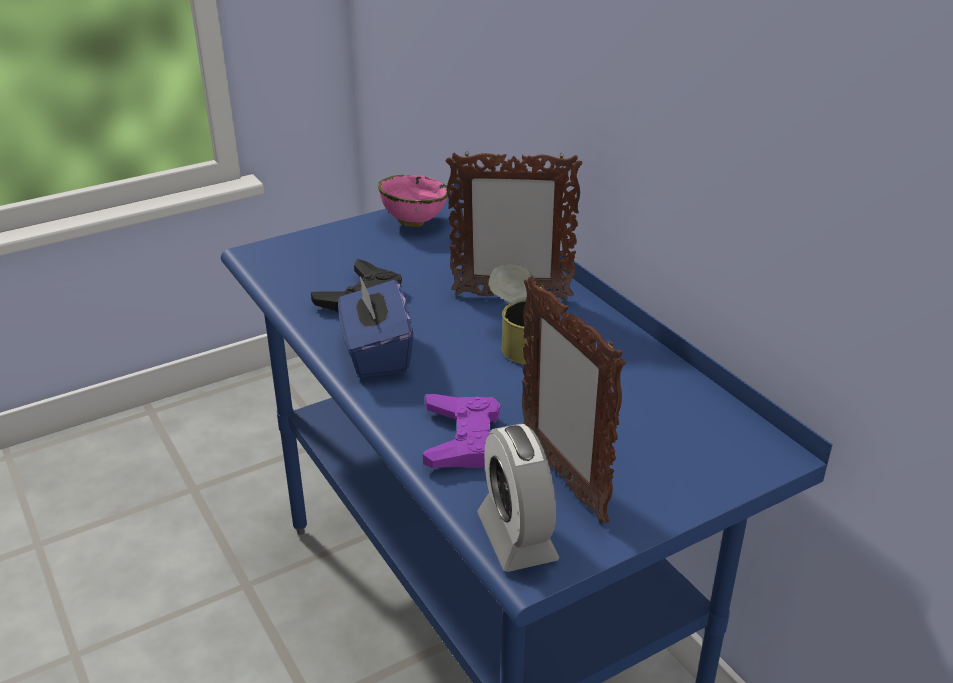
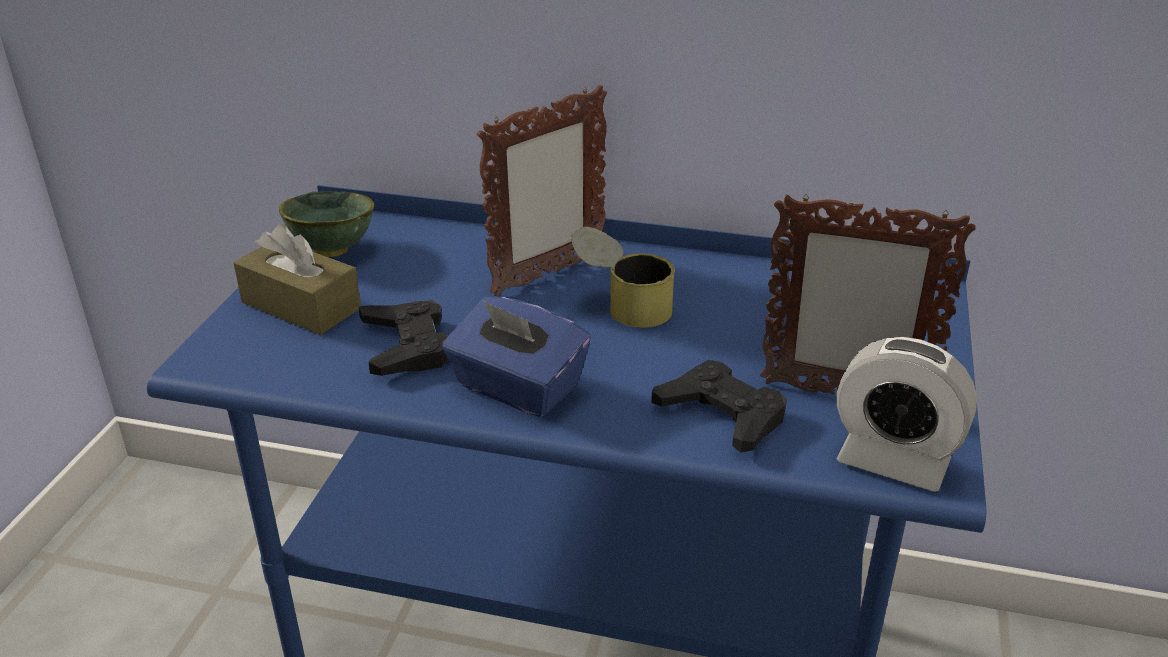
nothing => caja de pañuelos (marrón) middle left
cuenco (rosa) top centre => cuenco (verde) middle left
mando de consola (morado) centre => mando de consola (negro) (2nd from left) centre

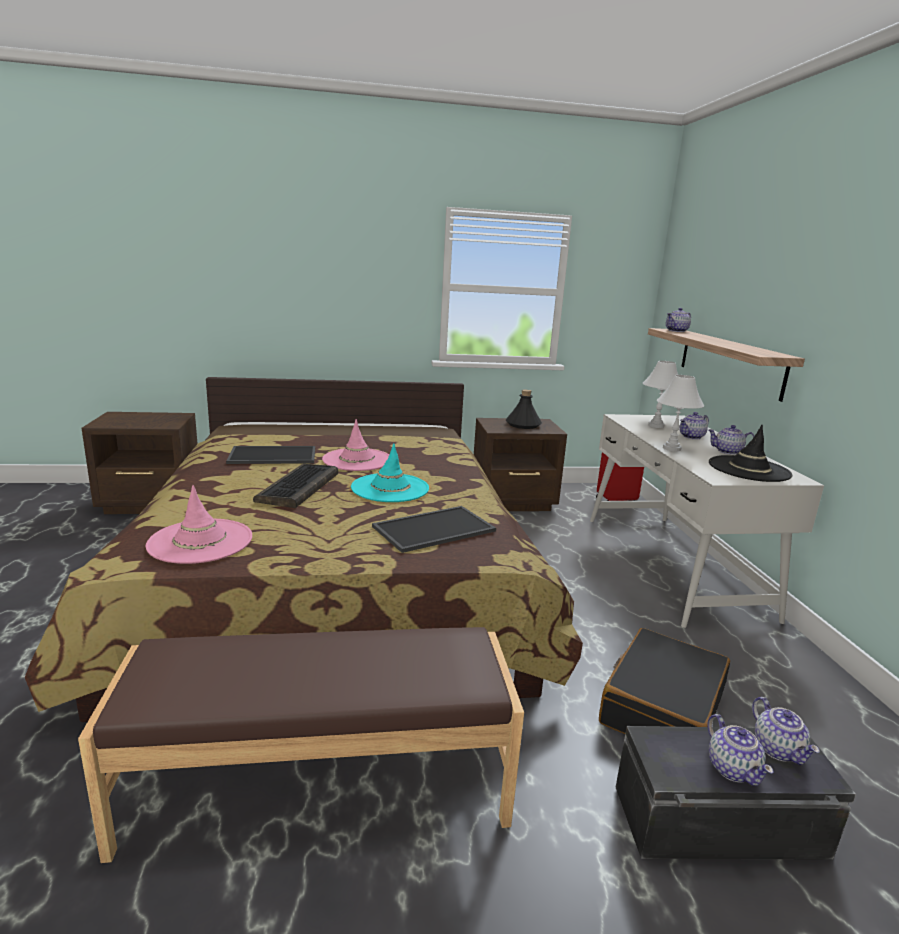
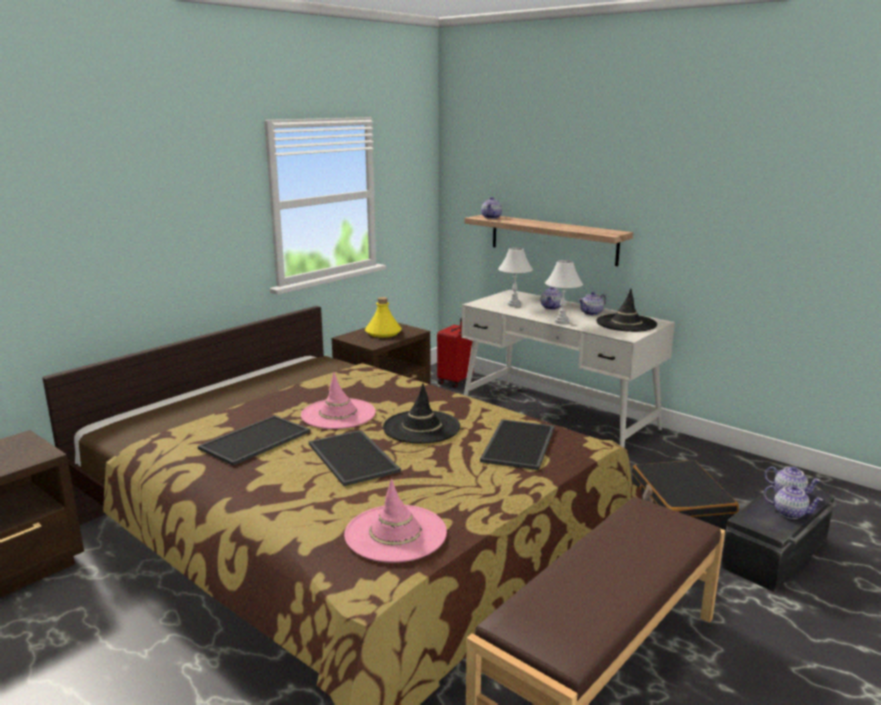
teclado middle left => bandeja (2nd from left) centre
sombrero (turquesa) centre => sombrero (negro) (1st from left) centre
botella (negro) centre => botella (amarillo) centre

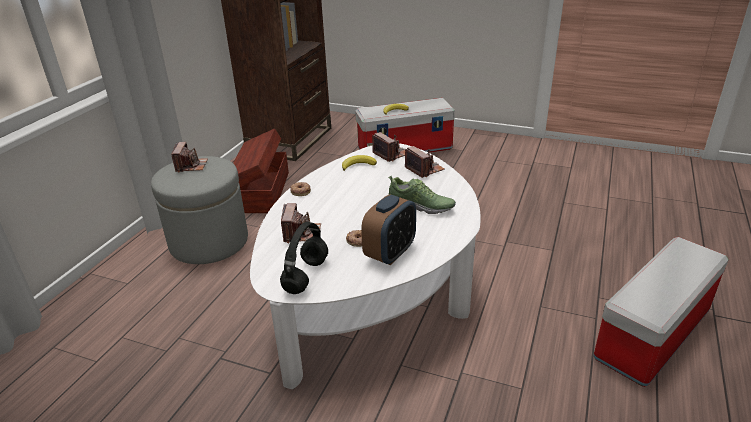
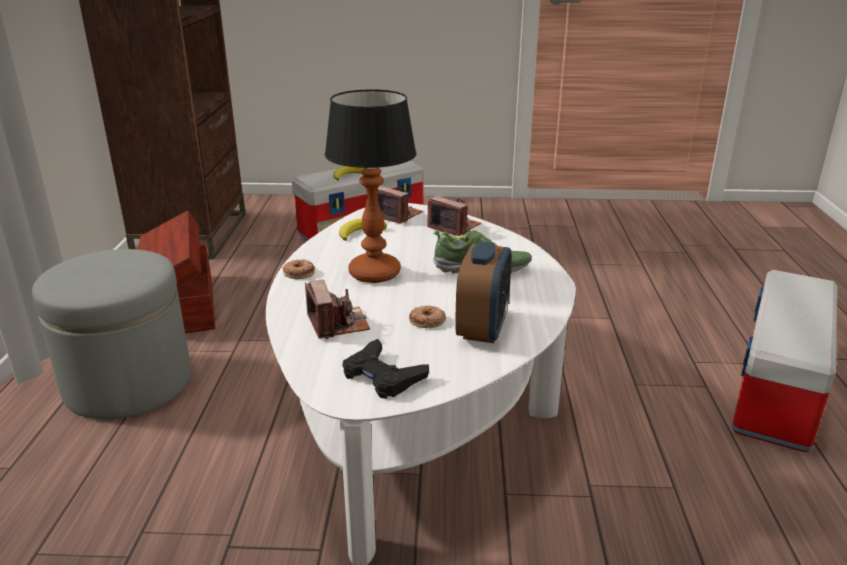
cámara (1st from left) middle left => nothing
nothing => lámpara de mesa top centre
auriculares (negro) centre => mando de consola (negro) centre

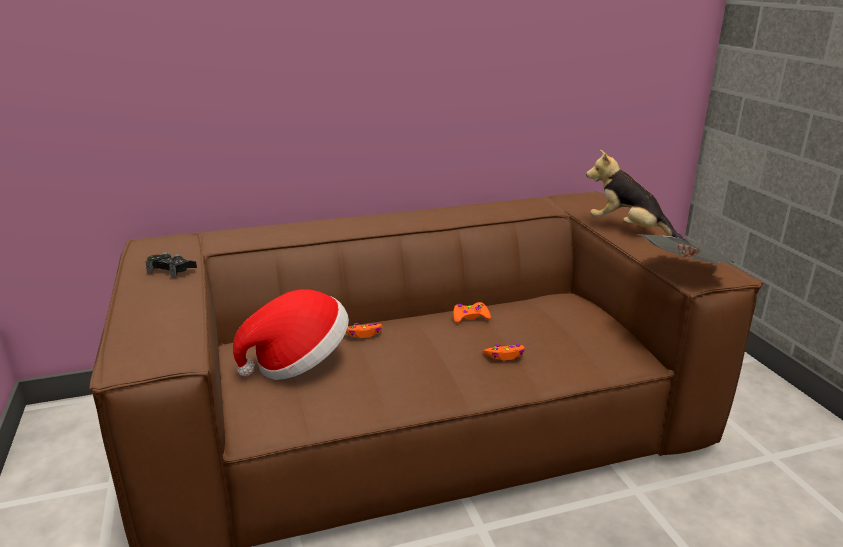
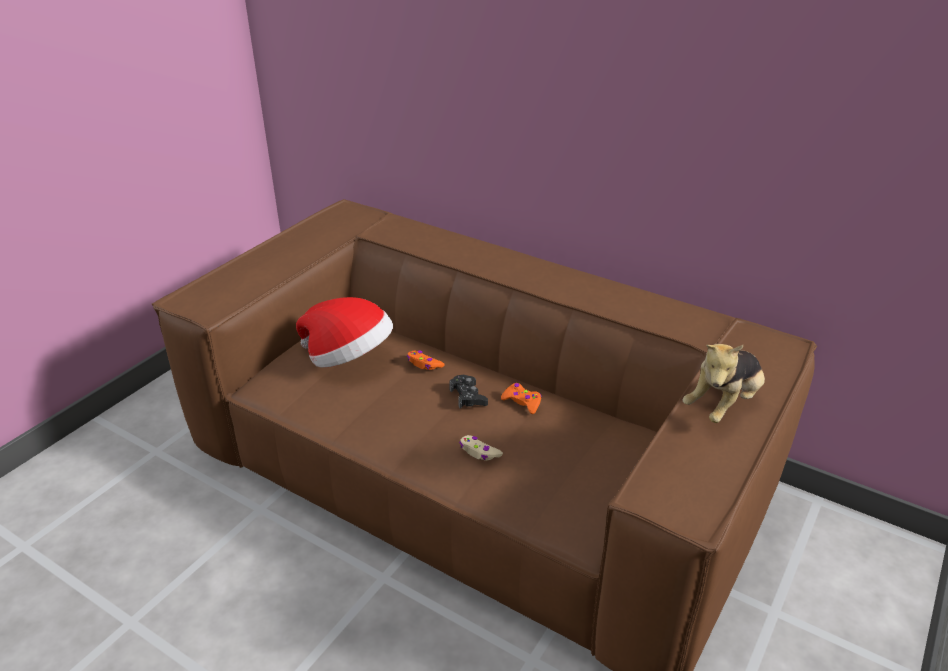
periódico middle right => nothing
mando de consola (negro) middle left => mando de consola (negro) centre, moved
mando de consola (naranja) (3rd from left) centre => mando de consola (beis) bottom centre
peluche middle right, 135 degrees counterclockwise

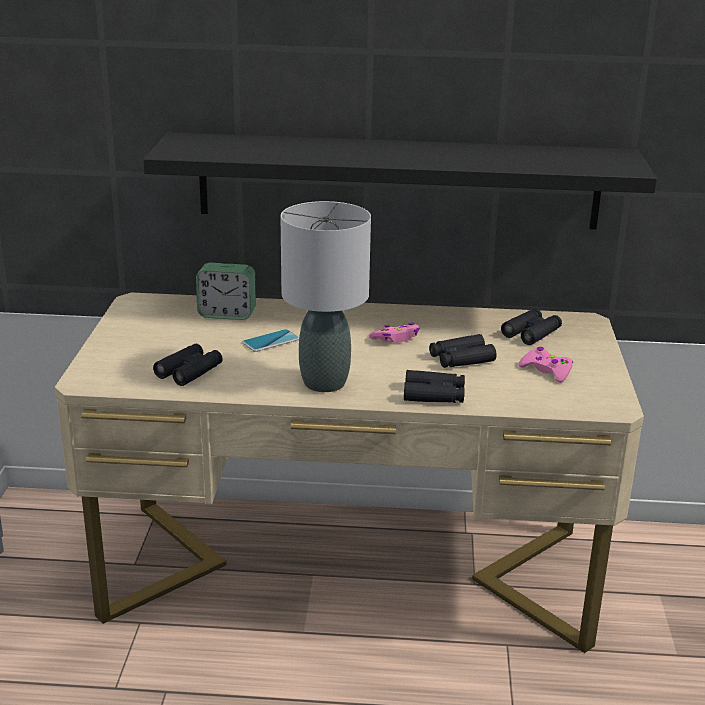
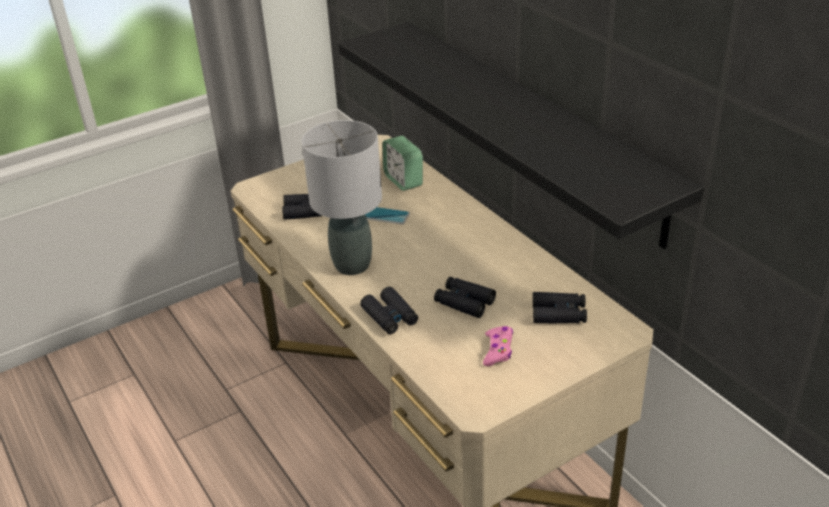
mando de consola (rosa) (1st from left) centre => nothing

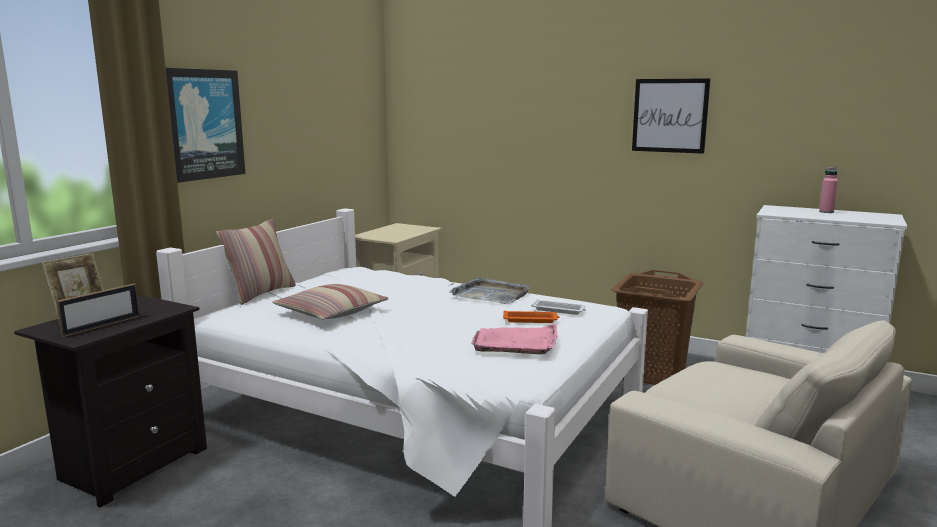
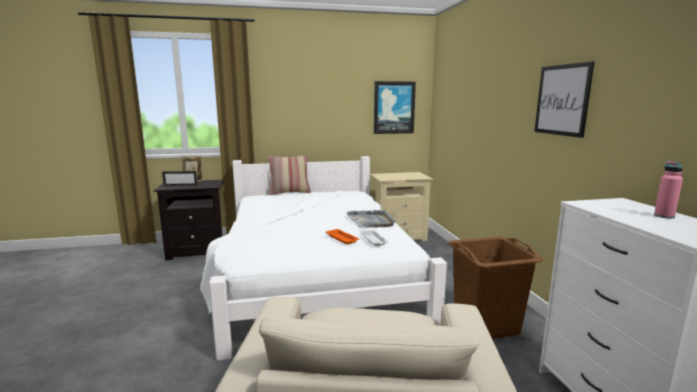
cojín (2nd from left) centre => nothing
bandeja (rosa) centre => nothing
cuadro (1st from left) top left => cuadro (1st from left) top centre, moved

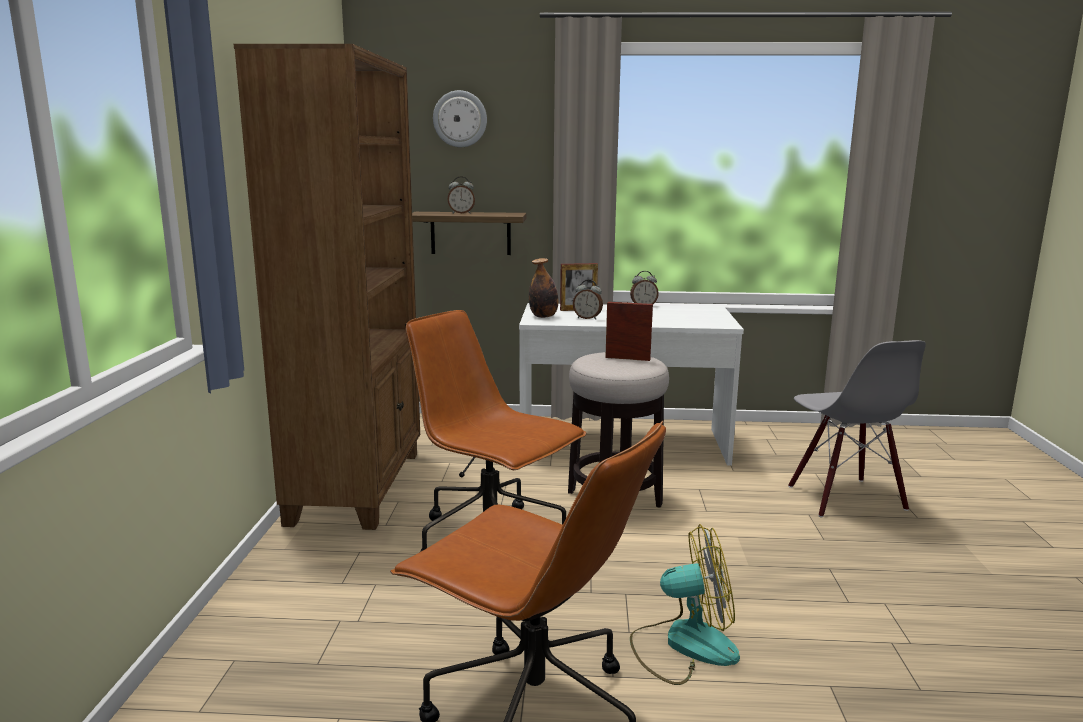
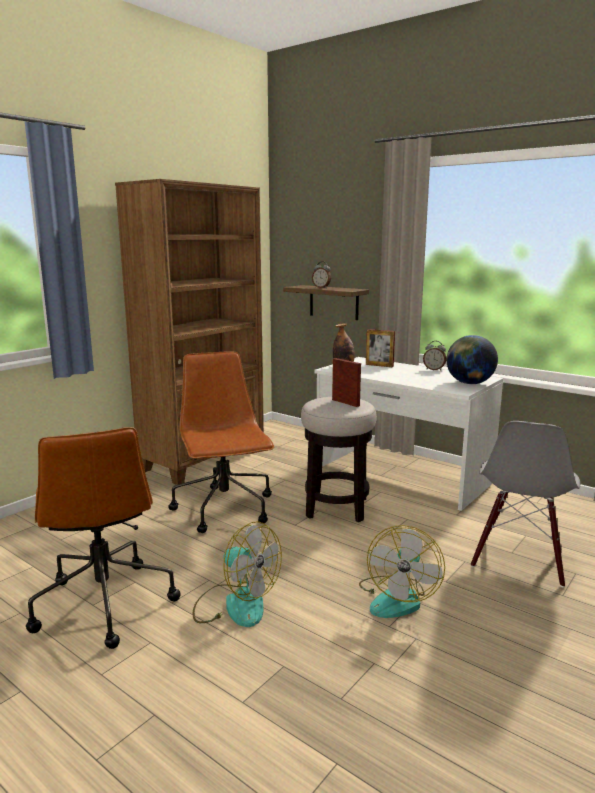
reloj de pared top centre => nothing
despertador (2nd from left) centre => nothing
nothing => ventilador (2nd from left) bottom right
nothing => globo terráqueo middle right

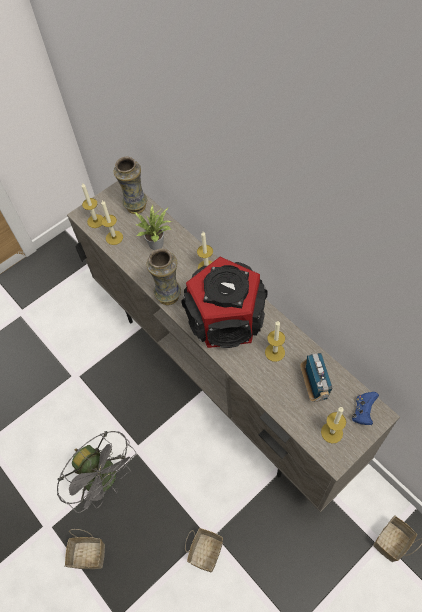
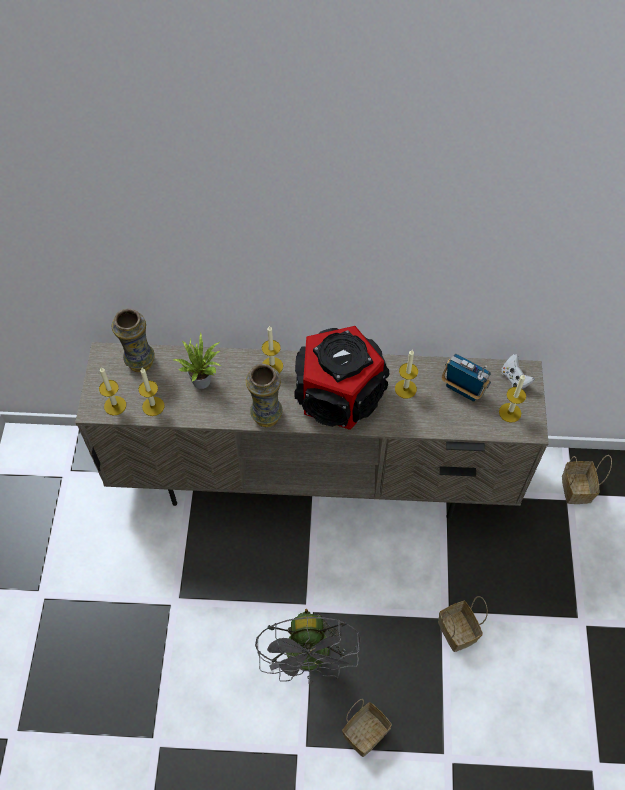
mando de consola (azul) bottom right => mando de consola (blanco) middle right
ventilador (gris) bottom left => ventilador (gris) bottom centre, 90 degrees clockwise

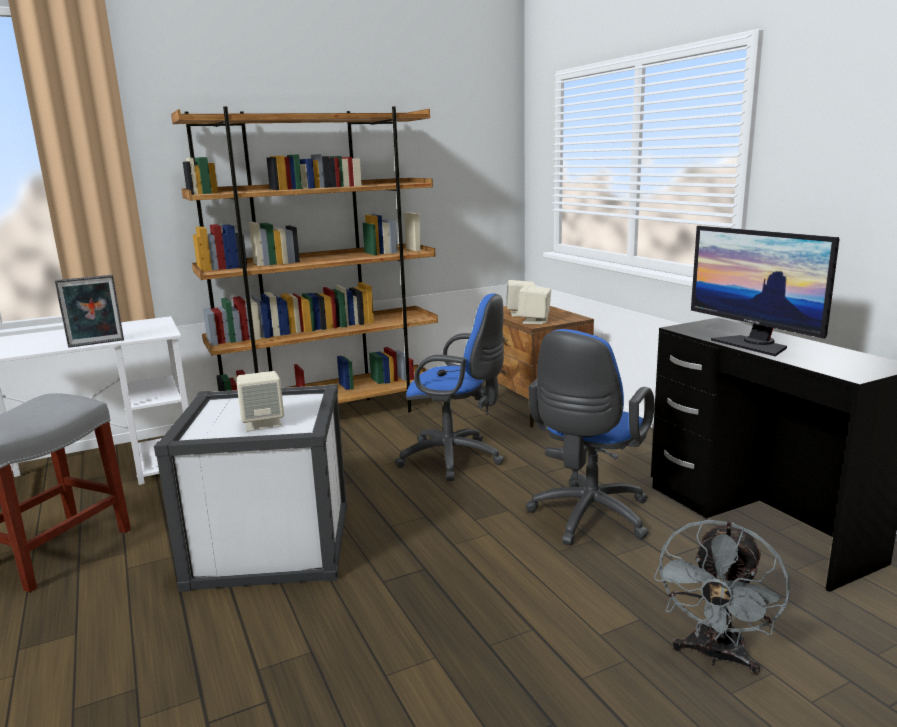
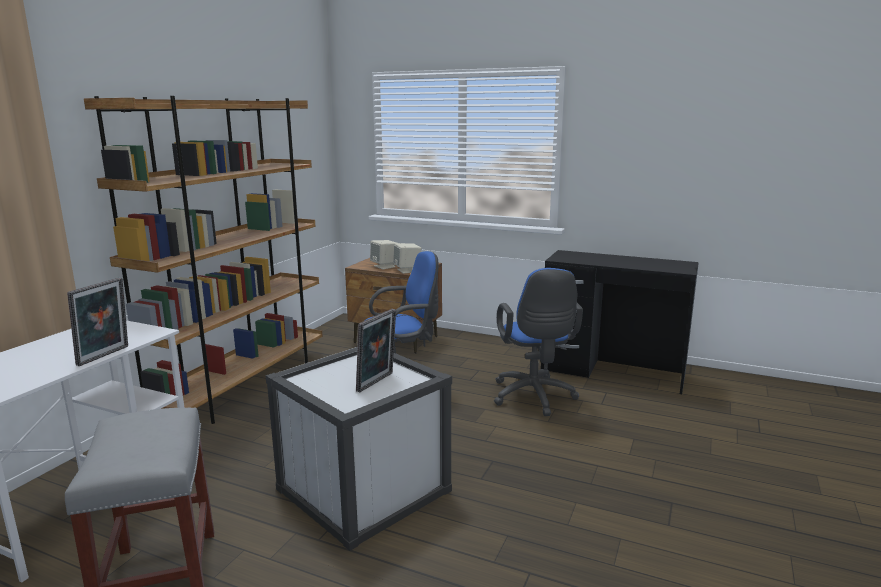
ventilador (gris) bottom right => nothing
monitor middle right => nothing
altavoz (beis) (1st from left) middle left => portarretratos (2nd from left) centre

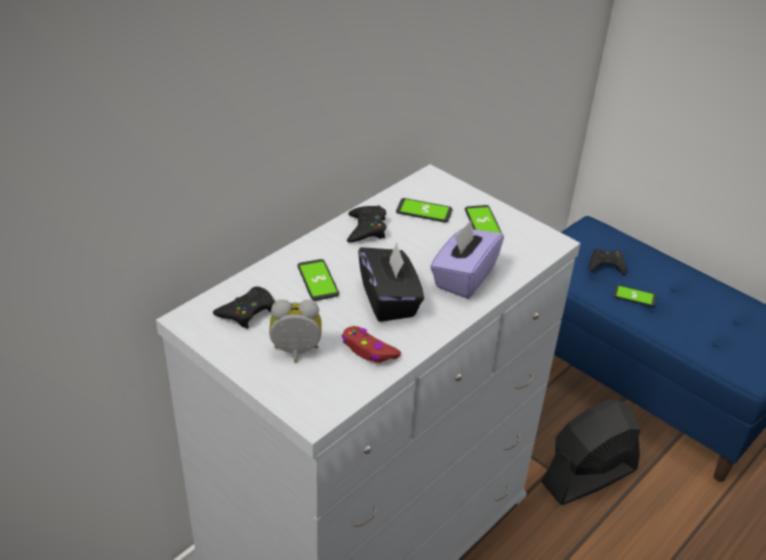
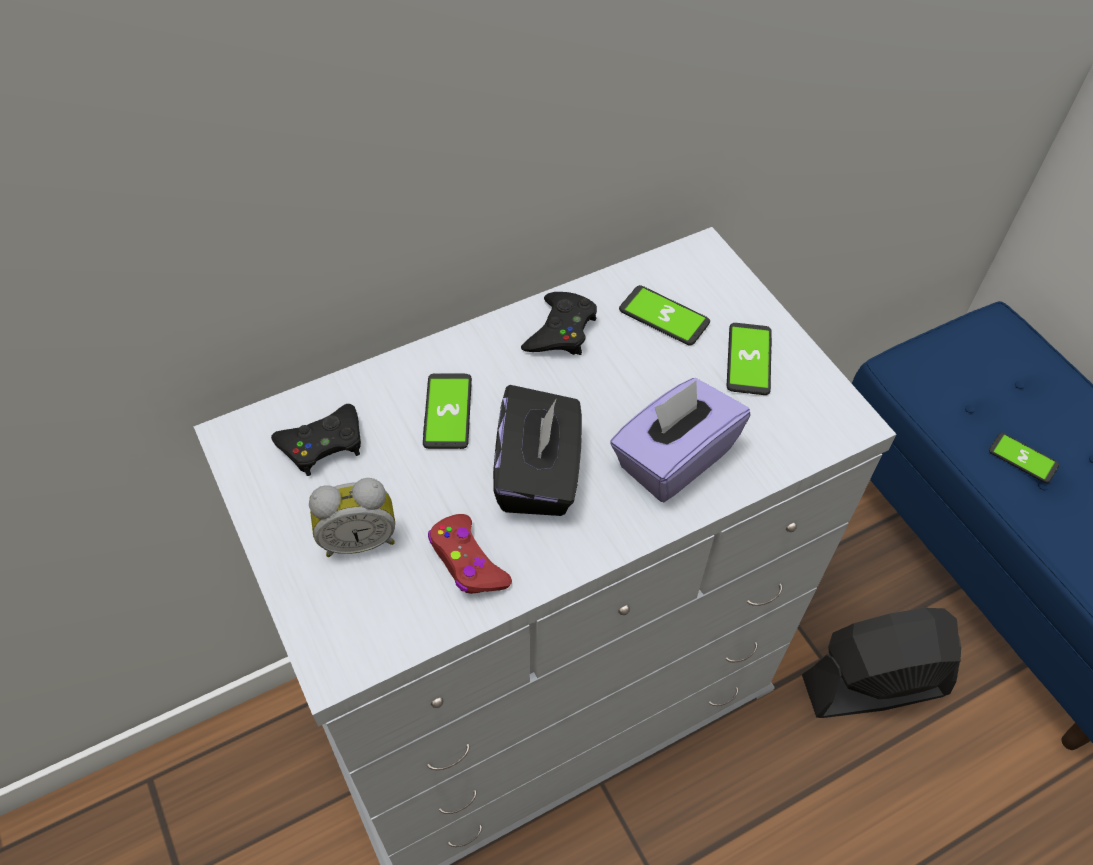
mando de consola (negro) (3rd from left) middle right => nothing
despertador centre => despertador middle left, 150 degrees clockwise

